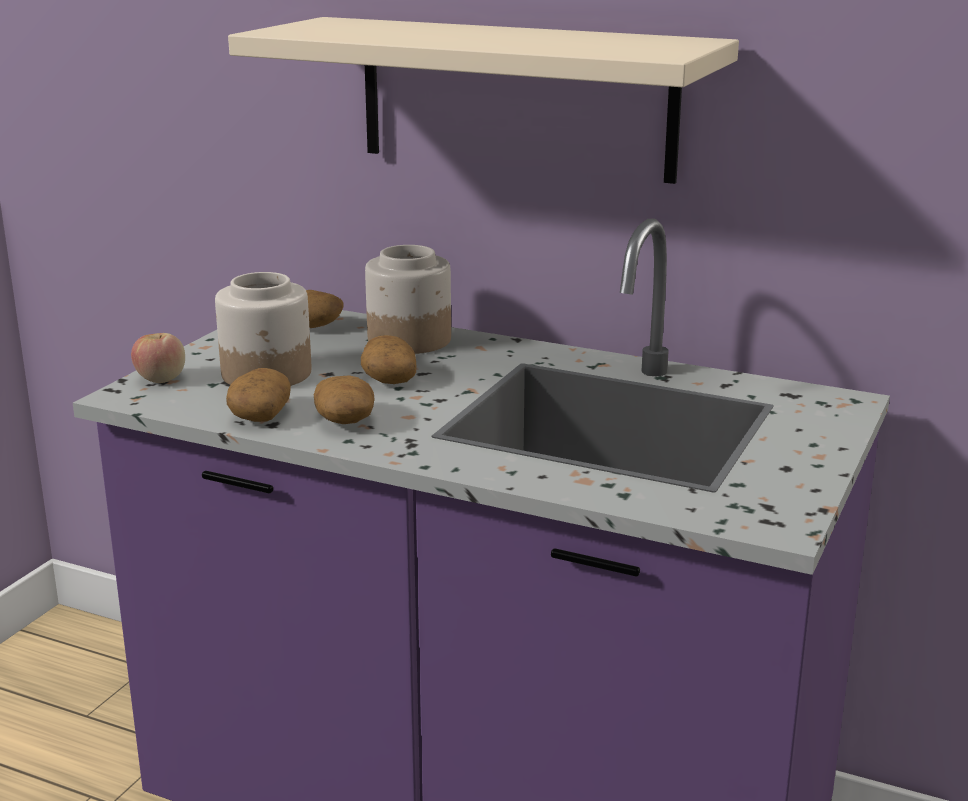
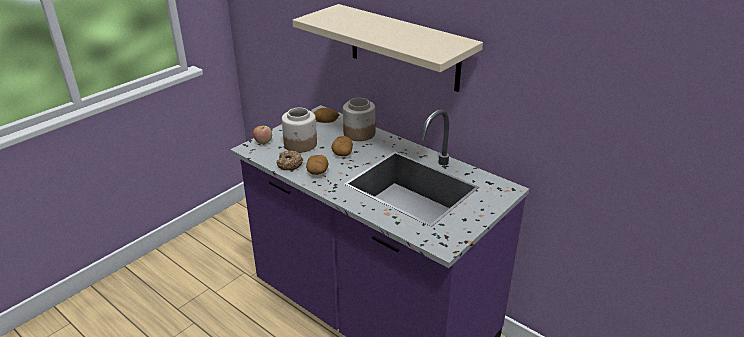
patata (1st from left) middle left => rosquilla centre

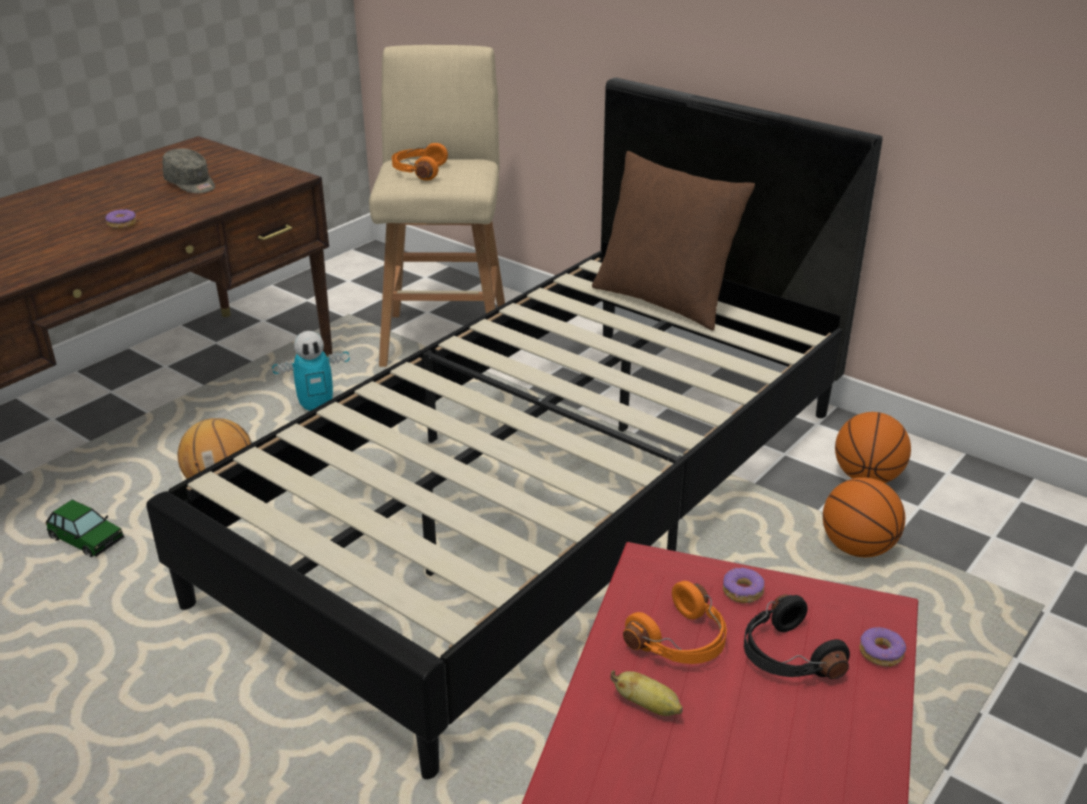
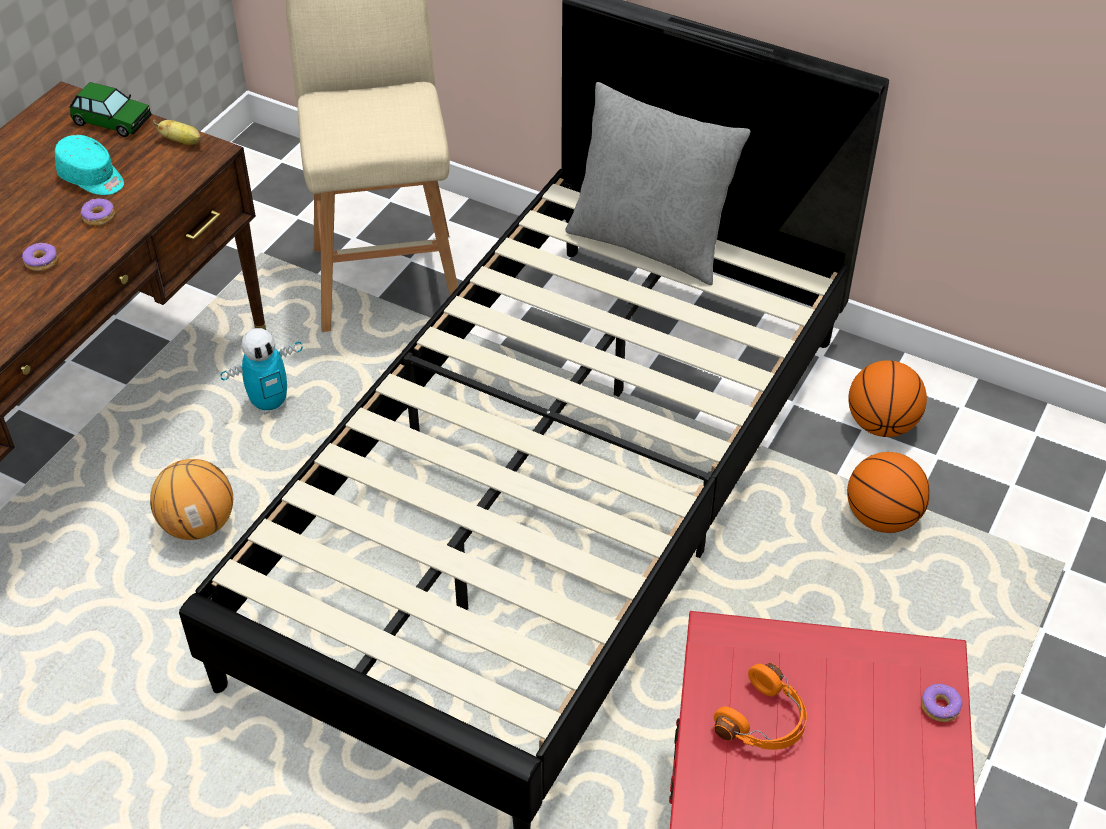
auriculares (naranja) (1st from left) top centre => nothing
auriculares (negro) bottom right => nothing
coche de juguete middle left => coche de juguete top left, moved
plátano bottom centre => plátano top left, moved
rosquilla (2nd from left) bottom right => rosquilla (2nd from left) top left, moved
gorra (gris) top left => gorra (turquesa) top left
cojín (marrón) top centre => cojín (gris) top centre

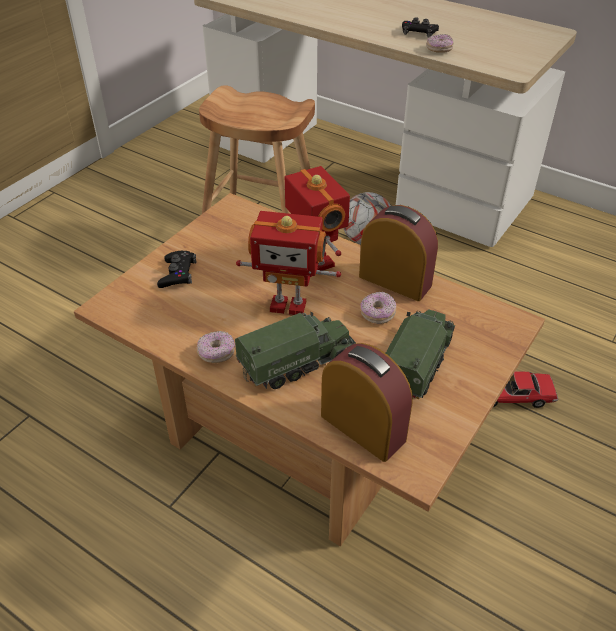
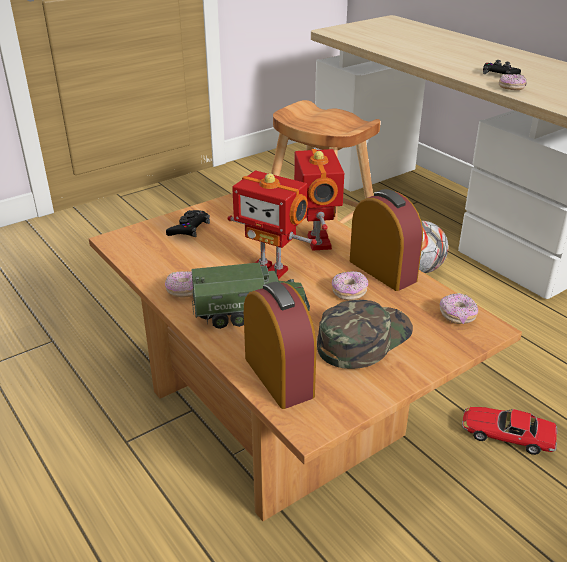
nothing => rosquilla (3rd from left) middle right
camión de juguete (2nd from left) middle right => gorra (verde) centre

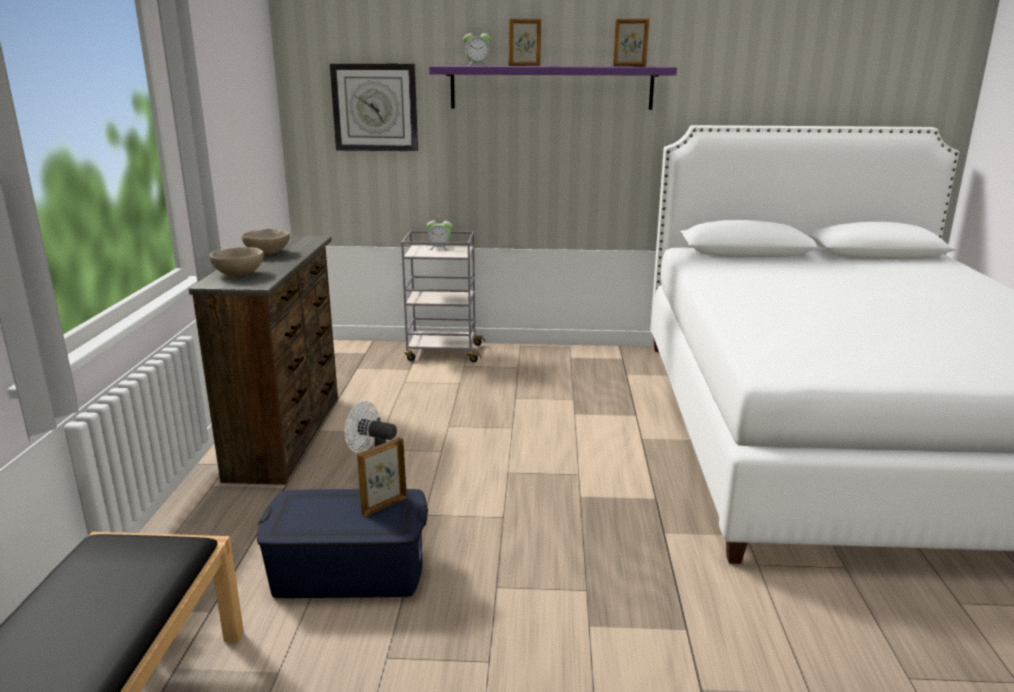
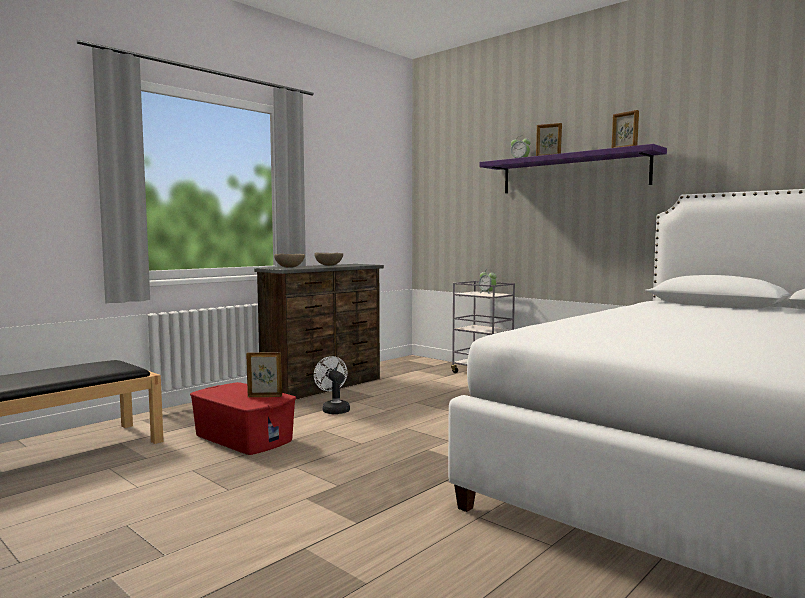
reloj de pared top centre => nothing
caja de almacenaje (azul) bottom centre => caja de almacenaje (rojo) bottom left

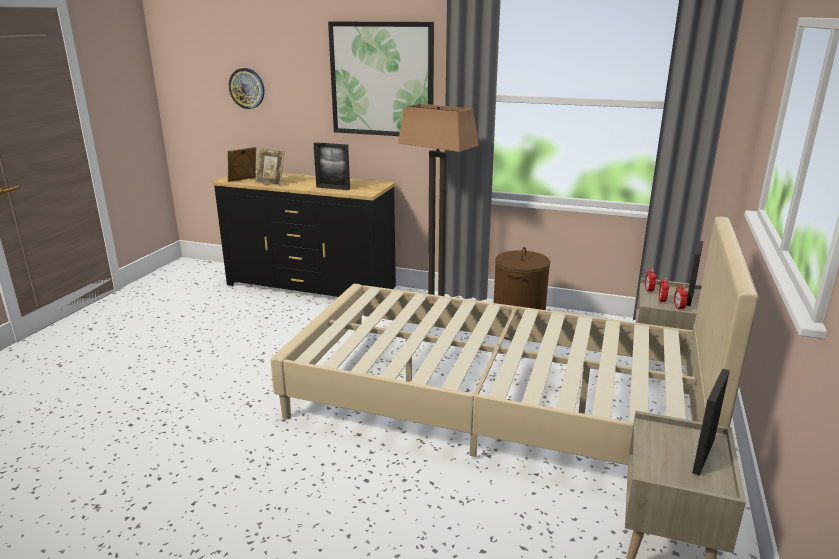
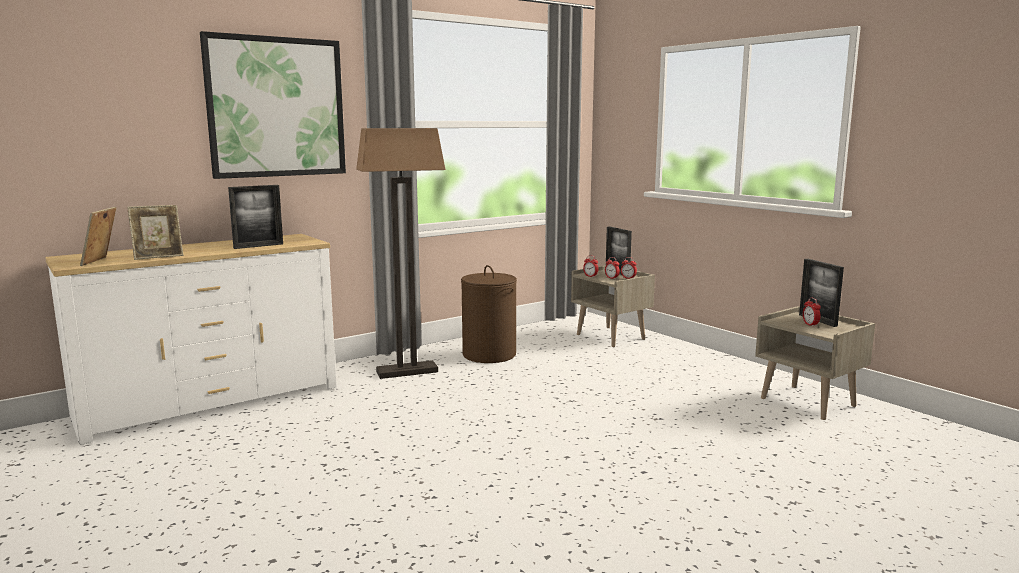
reloj de pared top left => nothing
cama (beis) centre => nothing
nothing => despertador (4th from left) middle right
cómoda (negro) centre => cómoda (blanco) middle left

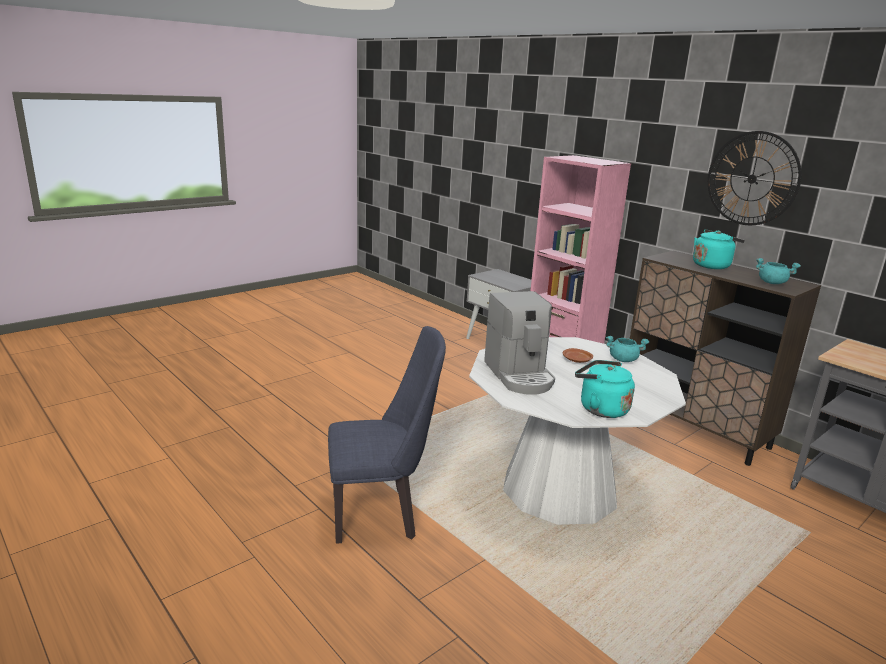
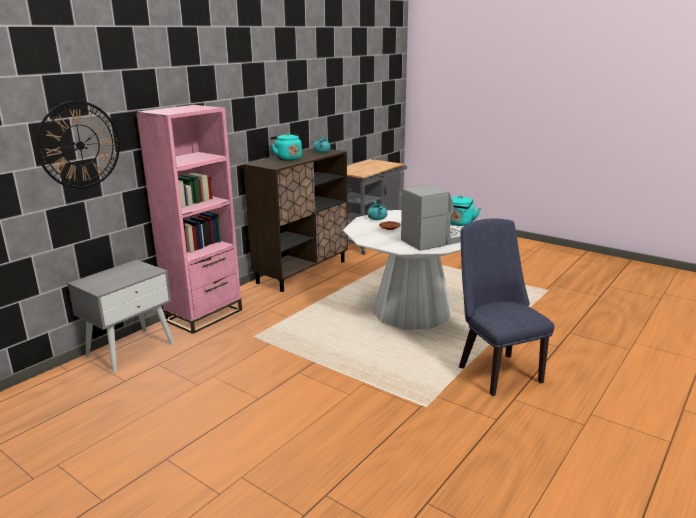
reloj de pared top right => reloj de pared top left, moved

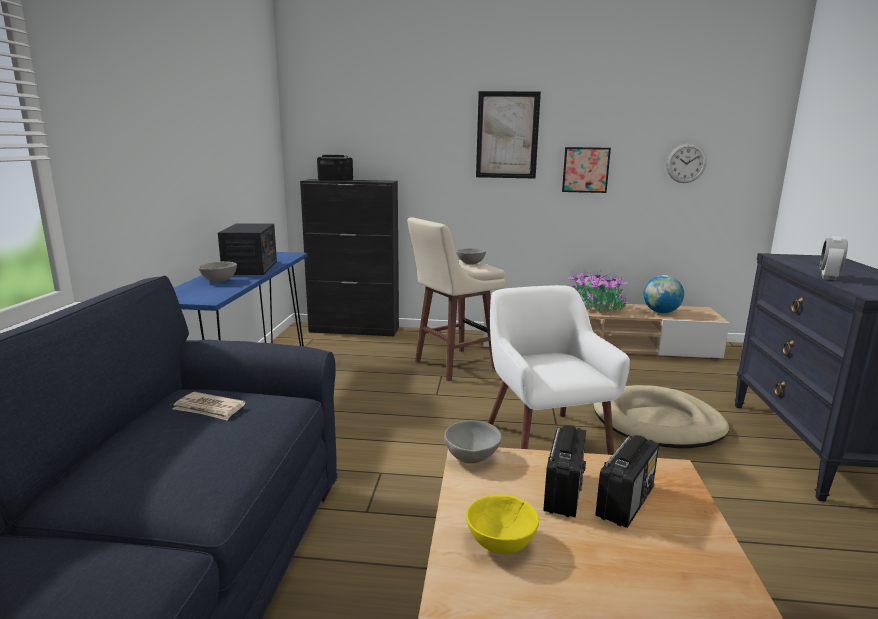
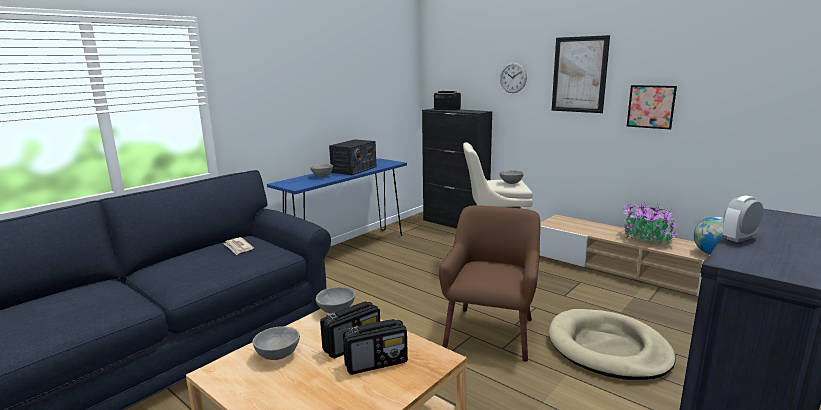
reloj de pared top right => reloj de pared top centre, moved
cuenco (amarillo) bottom centre => cuenco (gris) (1st from left) bottom centre
sillón (blanco) centre => sillón (marrón) bottom centre

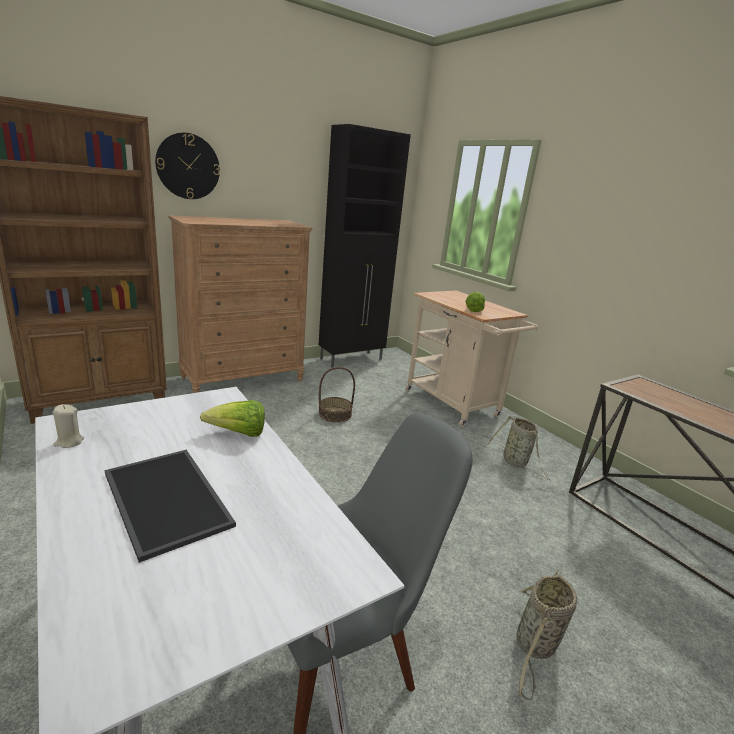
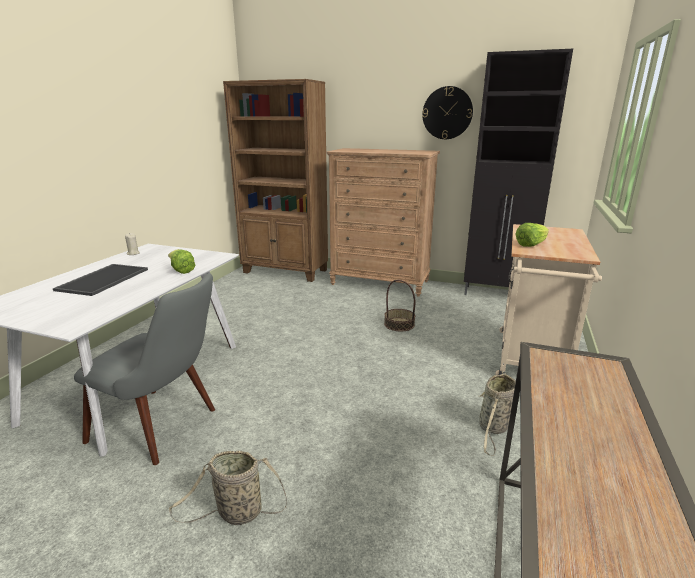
reloj de pared top left => reloj de pared top centre, moved

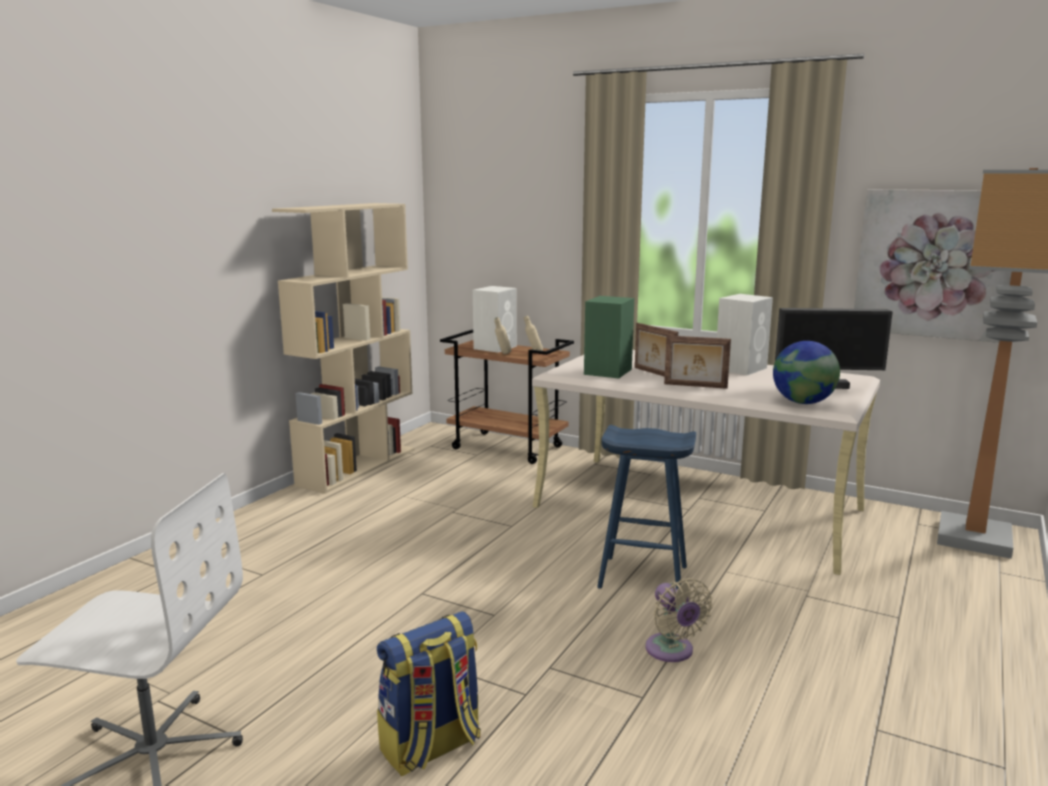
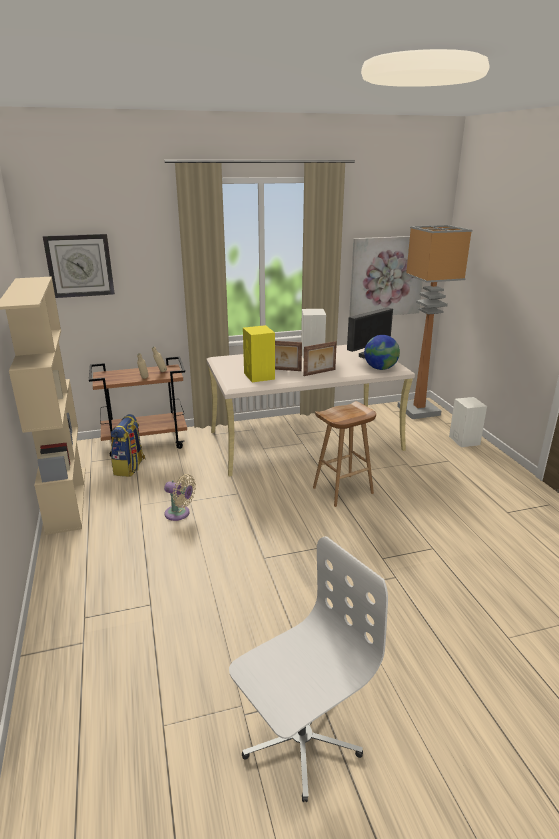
nothing => reloj de pared top left
mochila bottom centre => mochila middle left, moved
altavoz (blanco) (1st from left in the first image) centre => altavoz (blanco) (2nd from left) middle right, moved
ventilador (beis) bottom centre => ventilador (beis) middle left, moved
altavoz (verde) centre => altavoz (amarillo) centre
taburete (azul) centre => taburete (marrón) centre

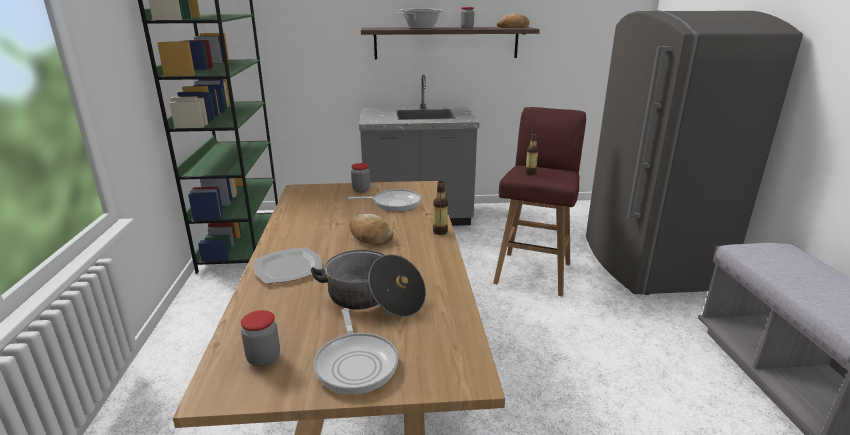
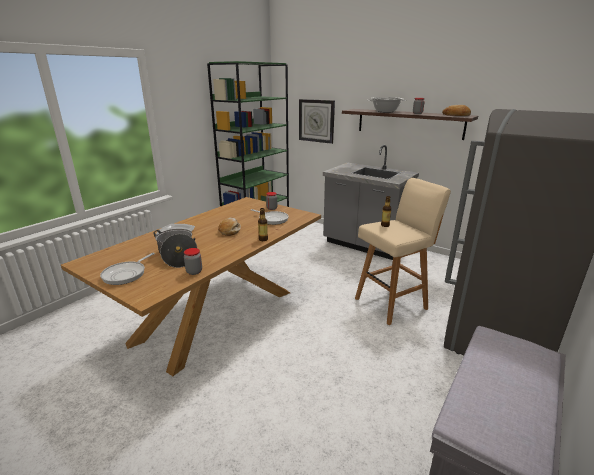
nothing => reloj de pared top centre
tarro (1st from left) bottom left => tarro (1st from left) middle left, moved
taburete (rojo) centre => taburete (beis) middle right

